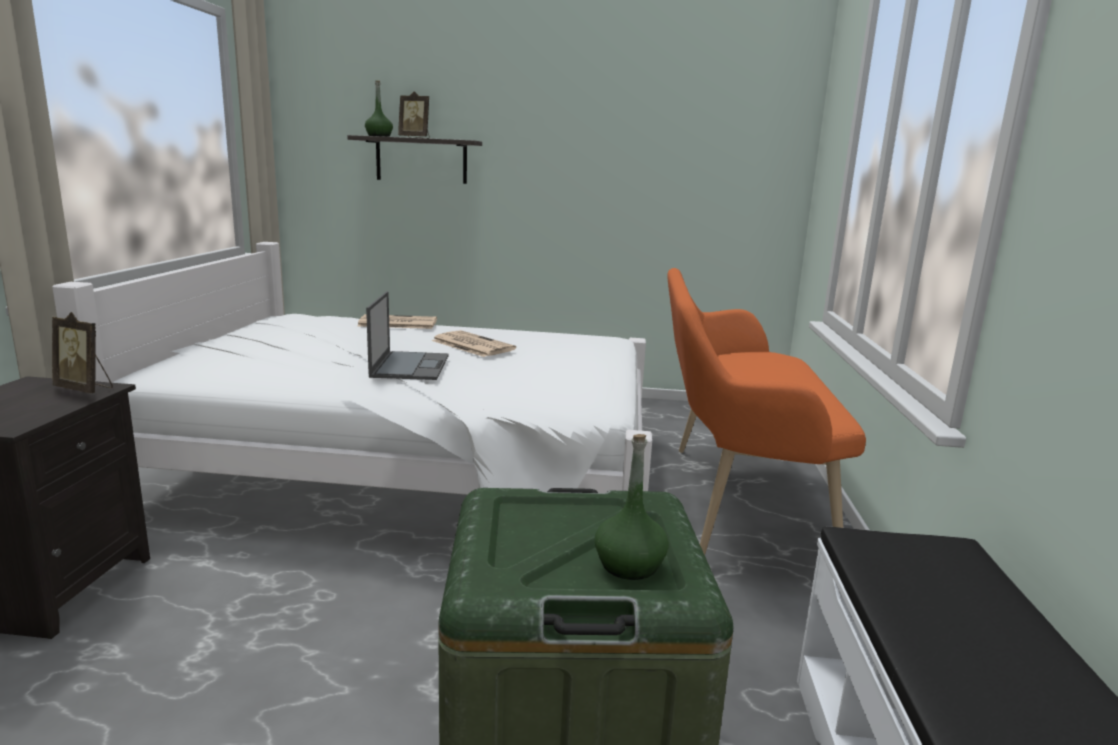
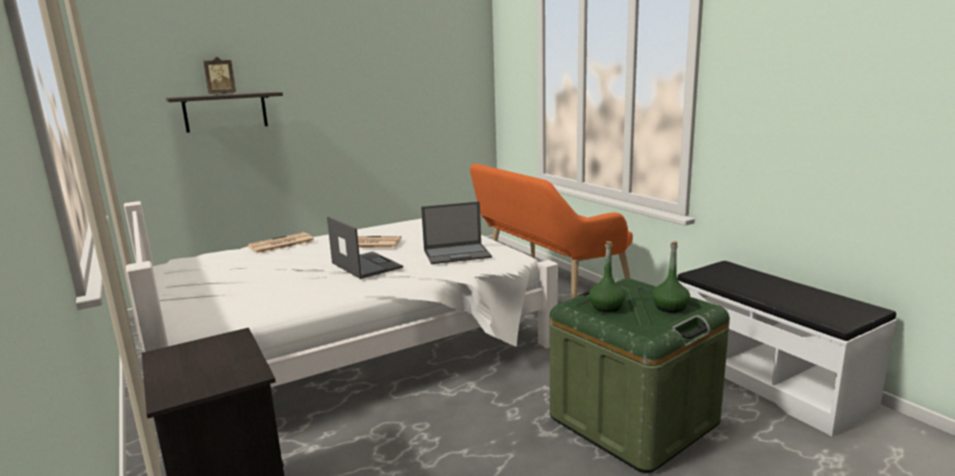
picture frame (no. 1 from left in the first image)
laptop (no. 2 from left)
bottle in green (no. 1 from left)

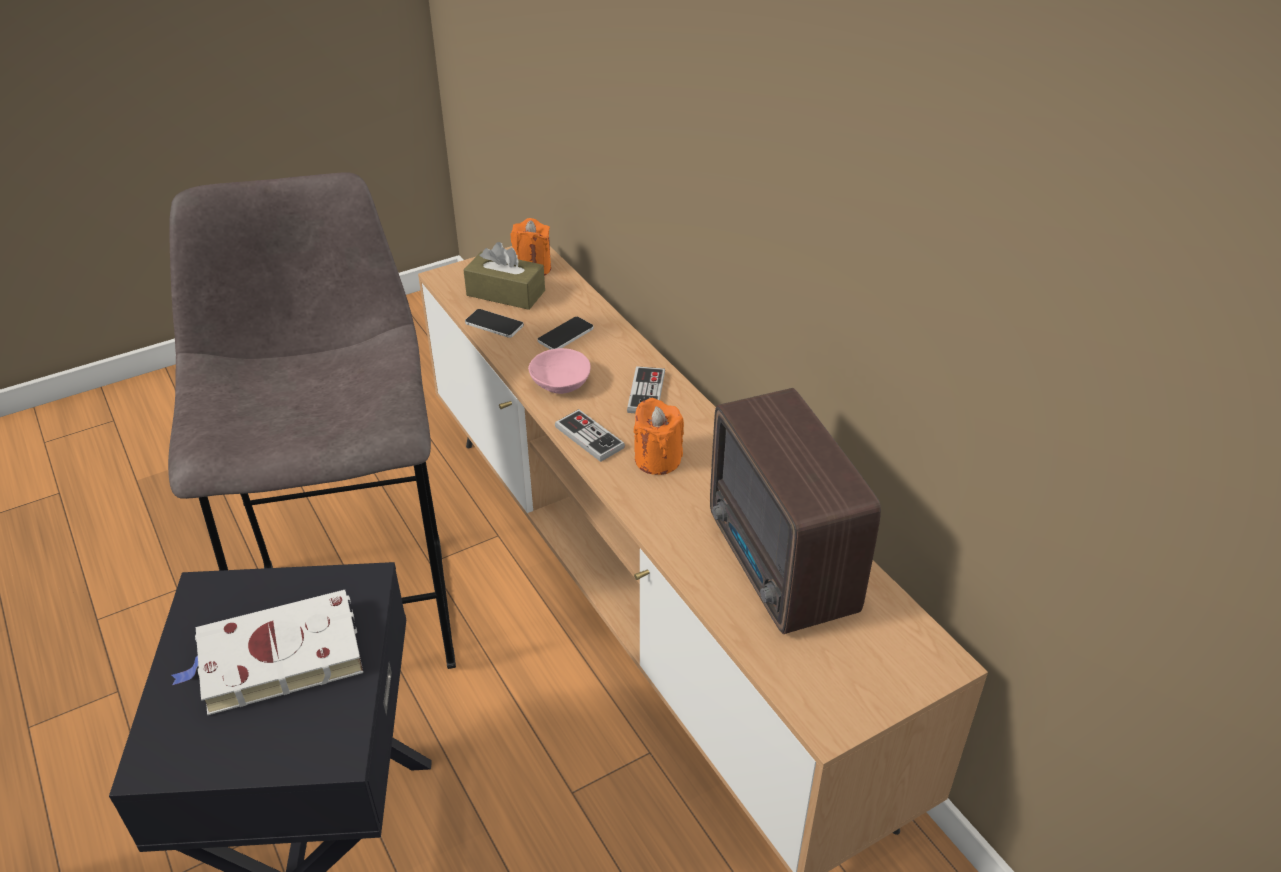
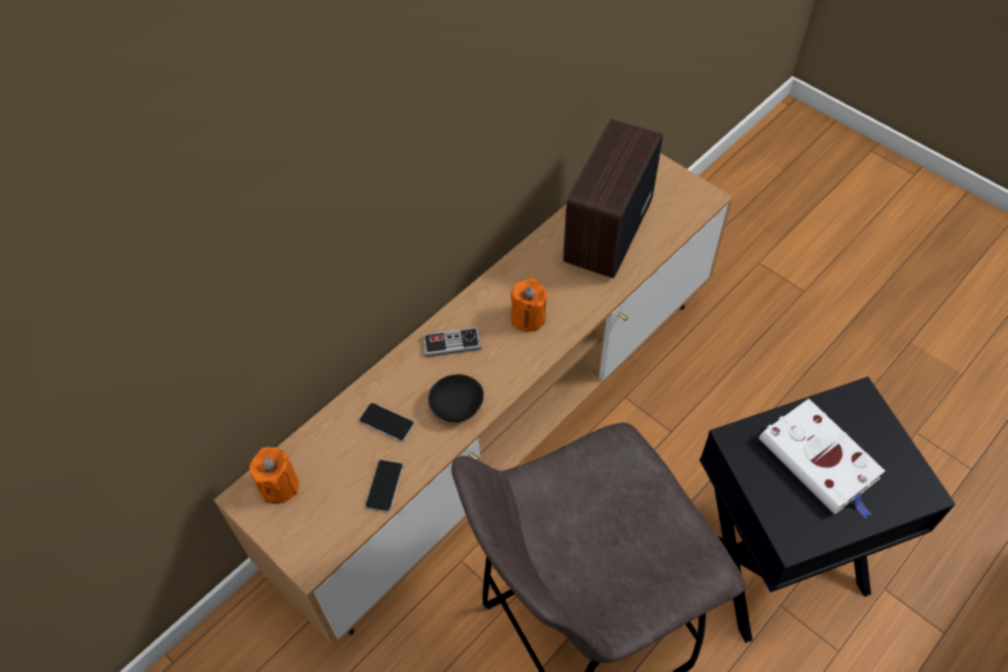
tissue box in brown
game controller (no. 1 from left in the first image)
bowl in black
radio

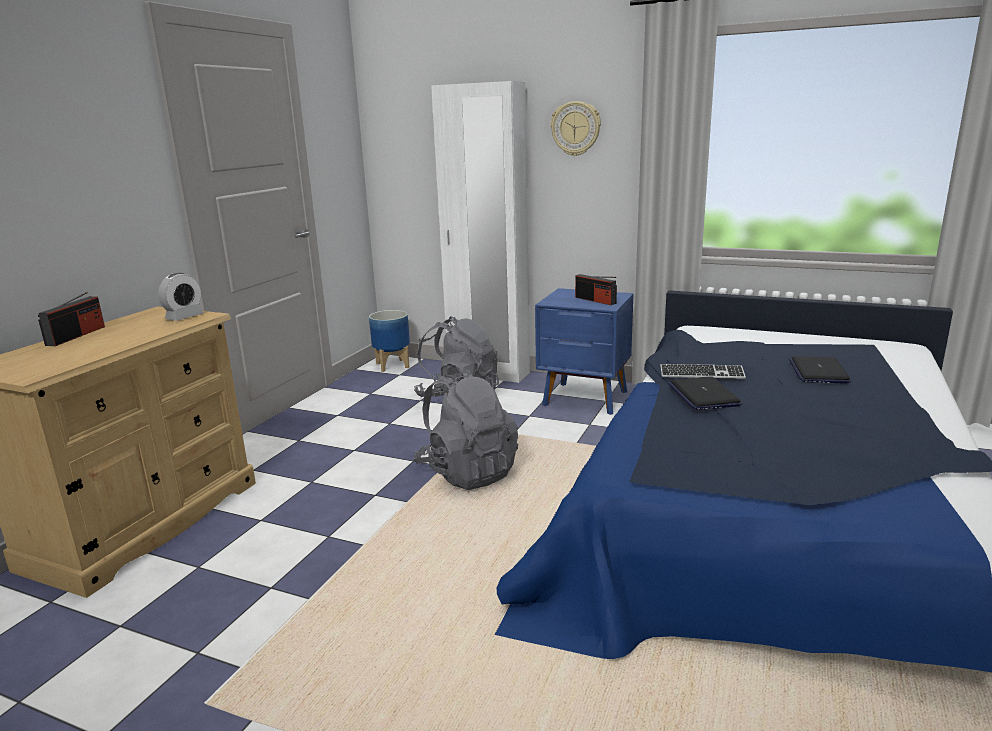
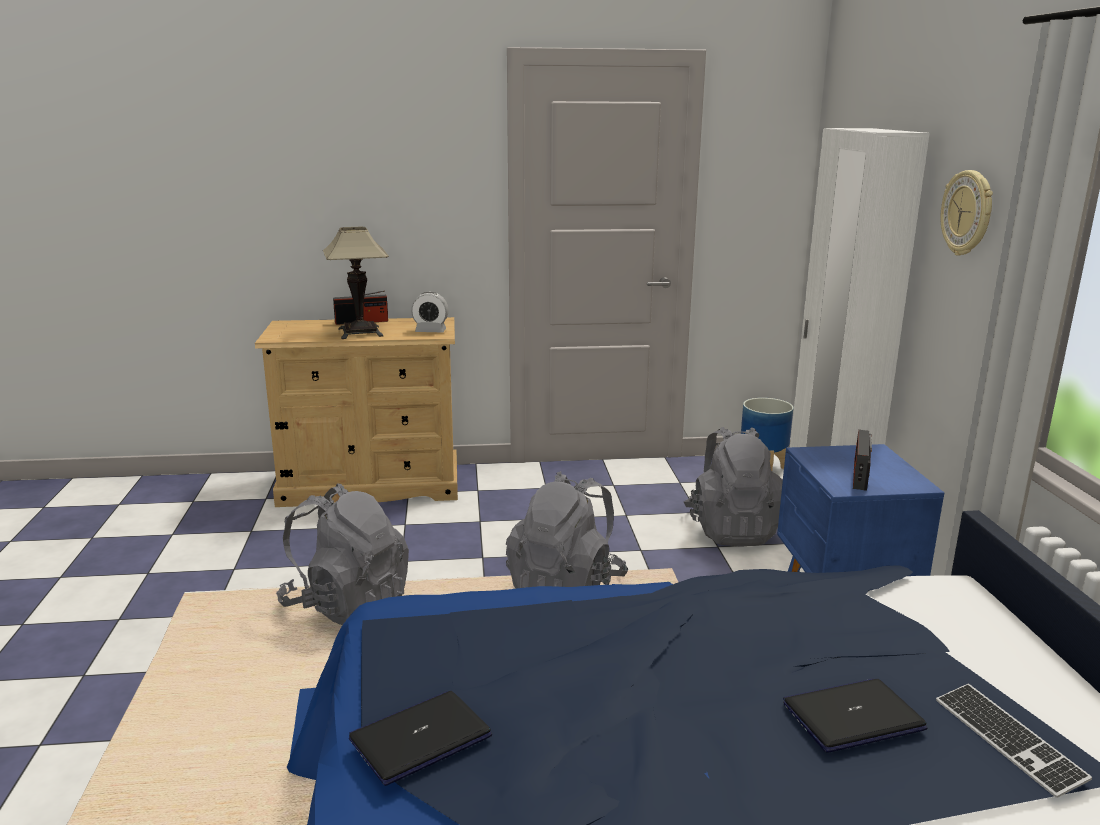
backpack in grey (no. 1 from left)
table lamp
keyboard
laptop (no. 1 from left)

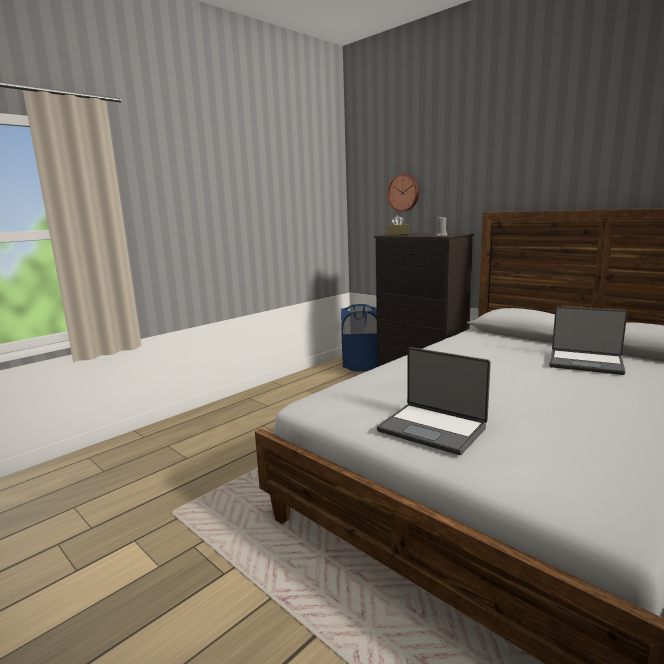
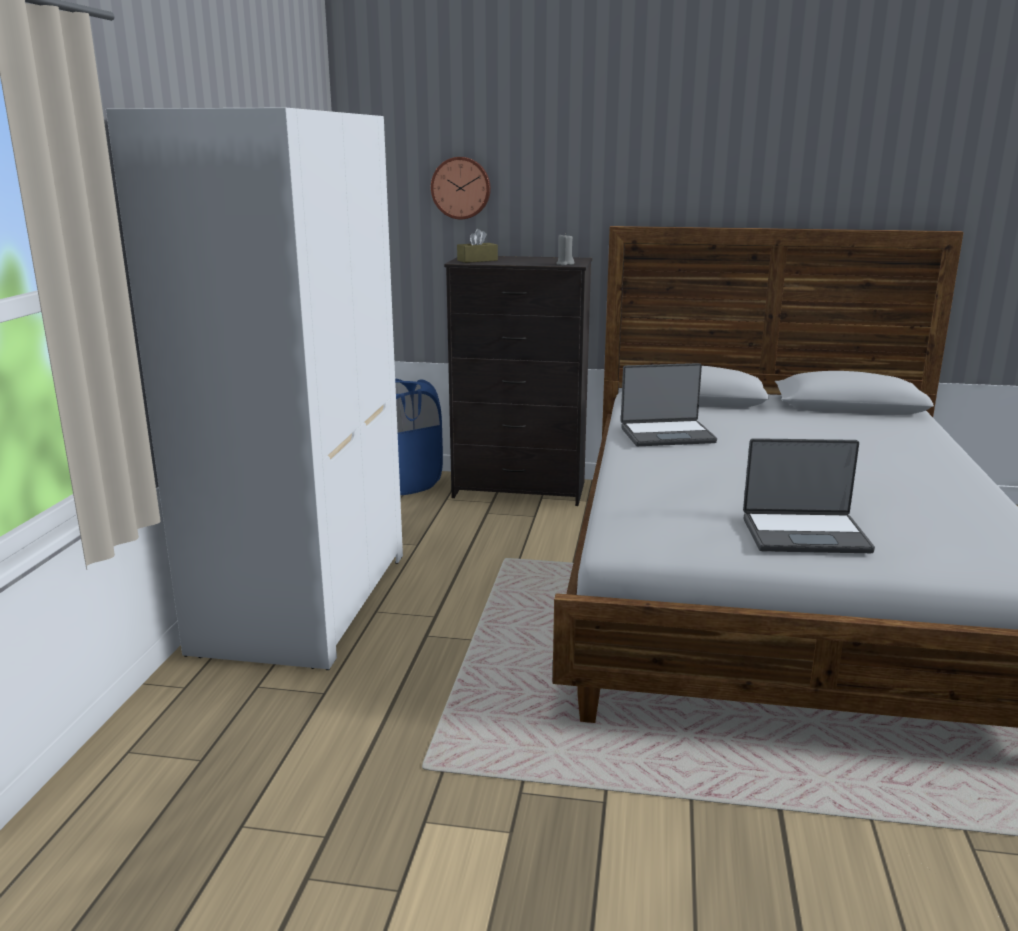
wardrobe in white
laptop (no. 1 from left)

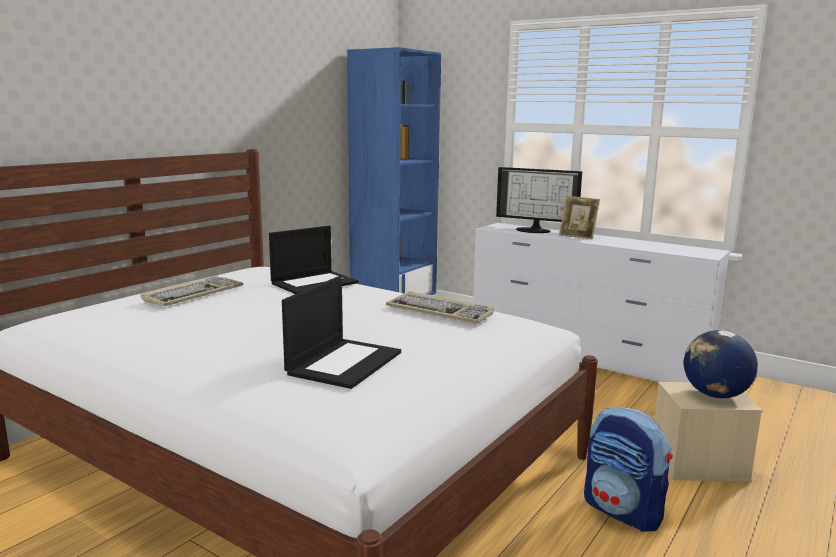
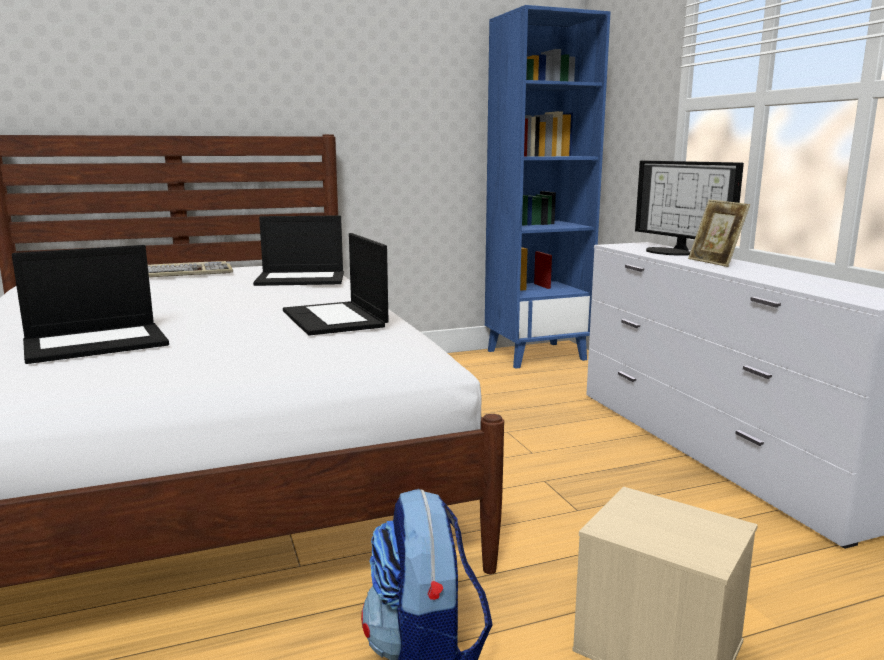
globe
laptop (no. 3 from left)

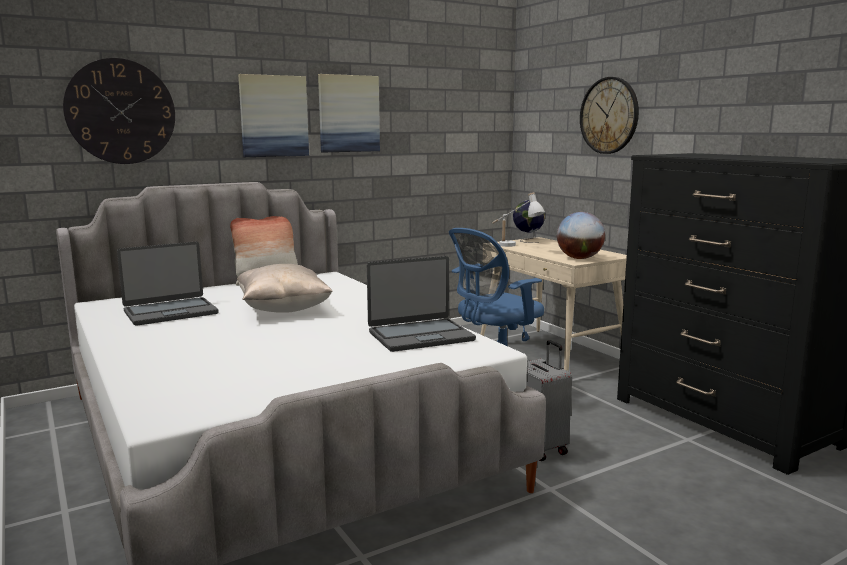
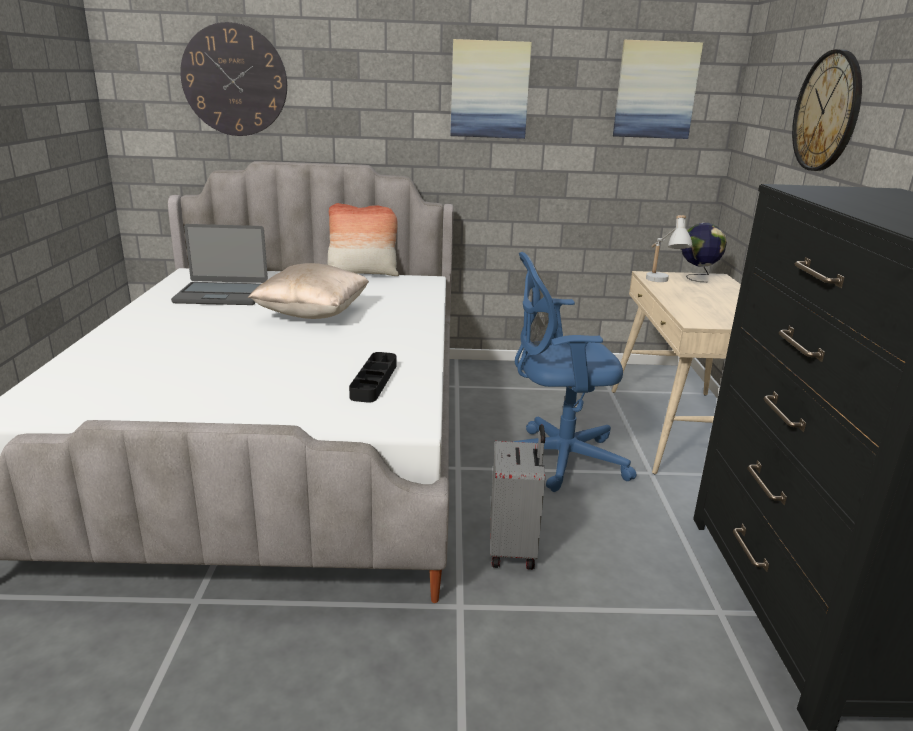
globe (no. 2 from left in the first image)
picture (no. 2 from left)
tray in black

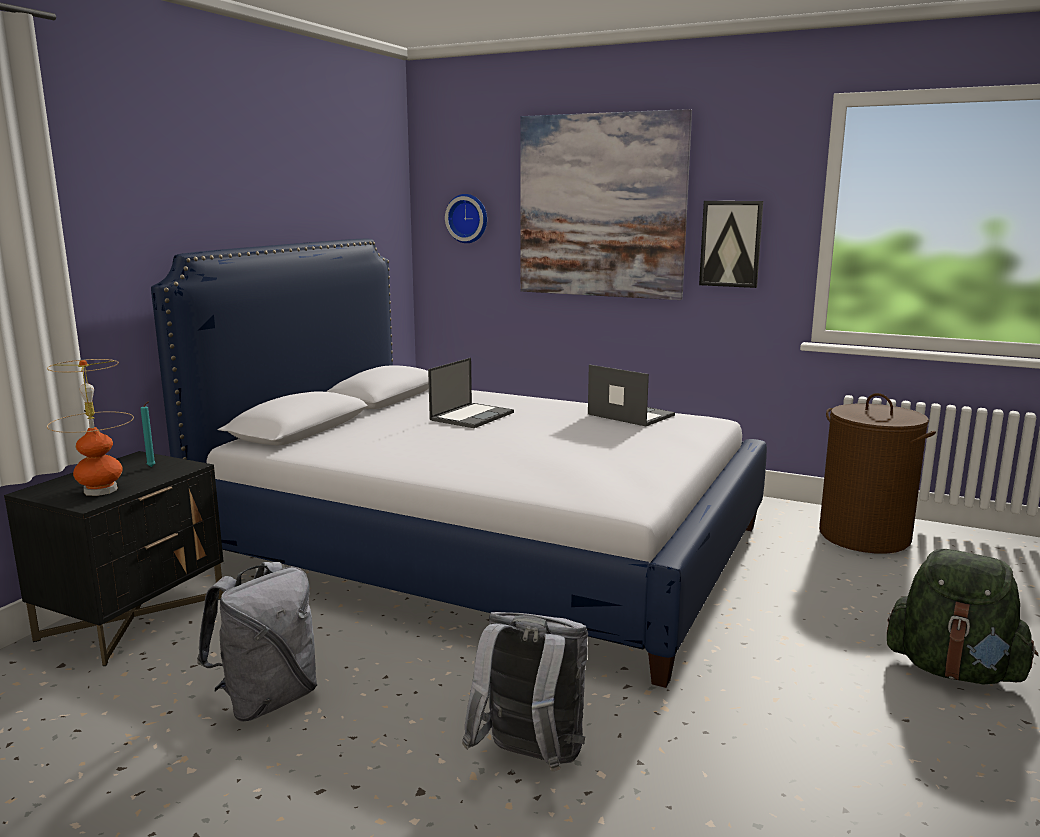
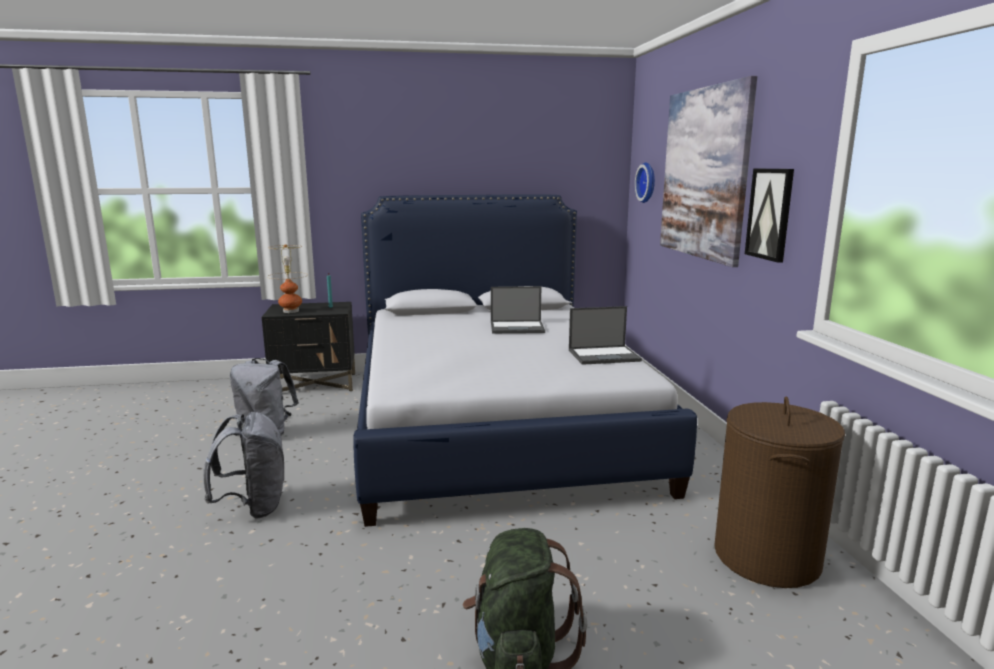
laptop (no. 2 from left)

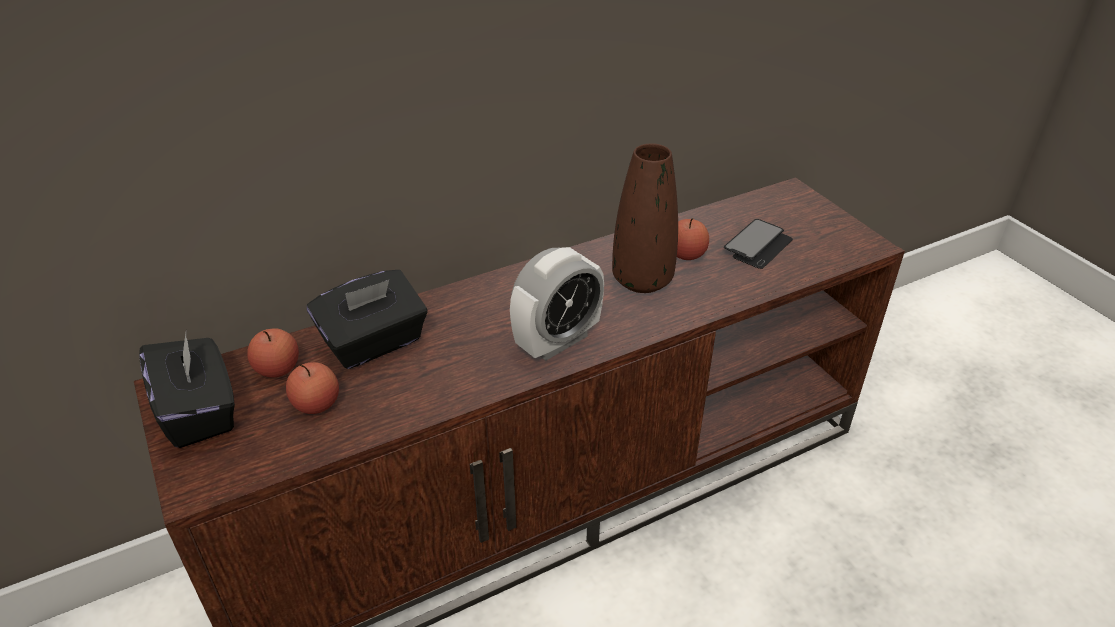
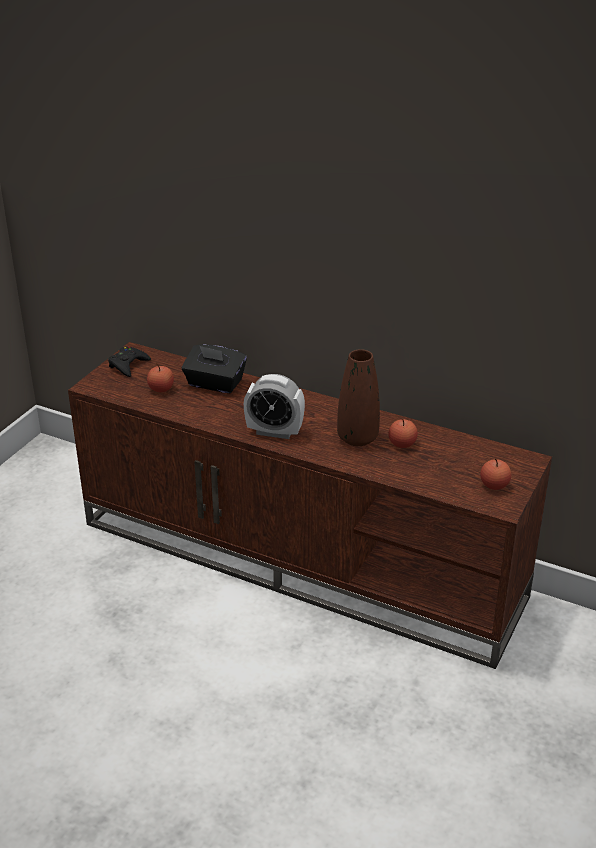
phone
apple (no. 3 from left)
game controller in black

